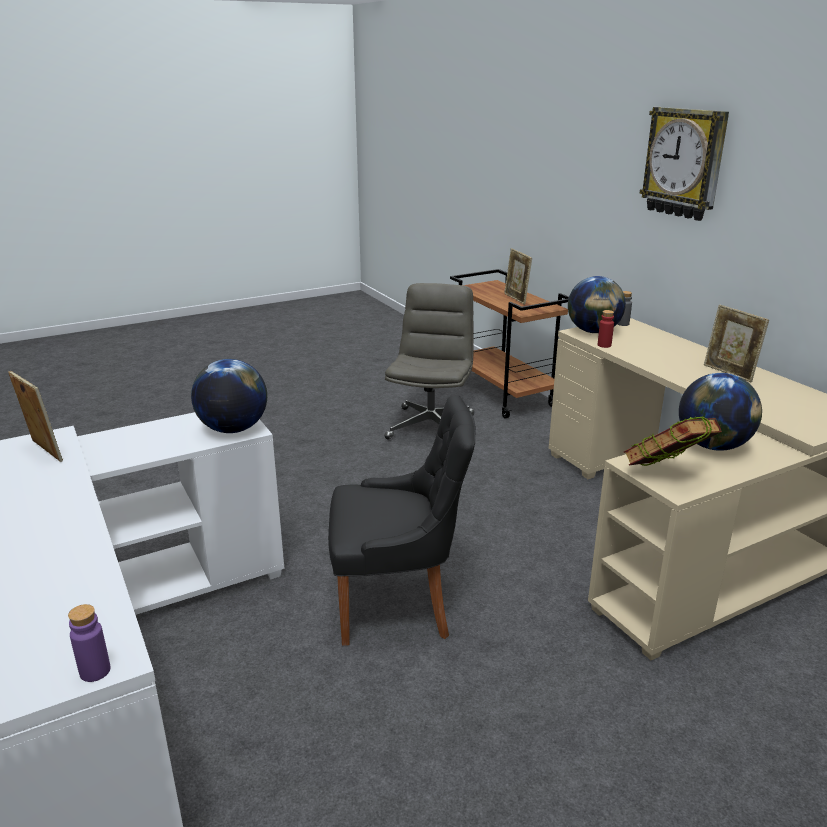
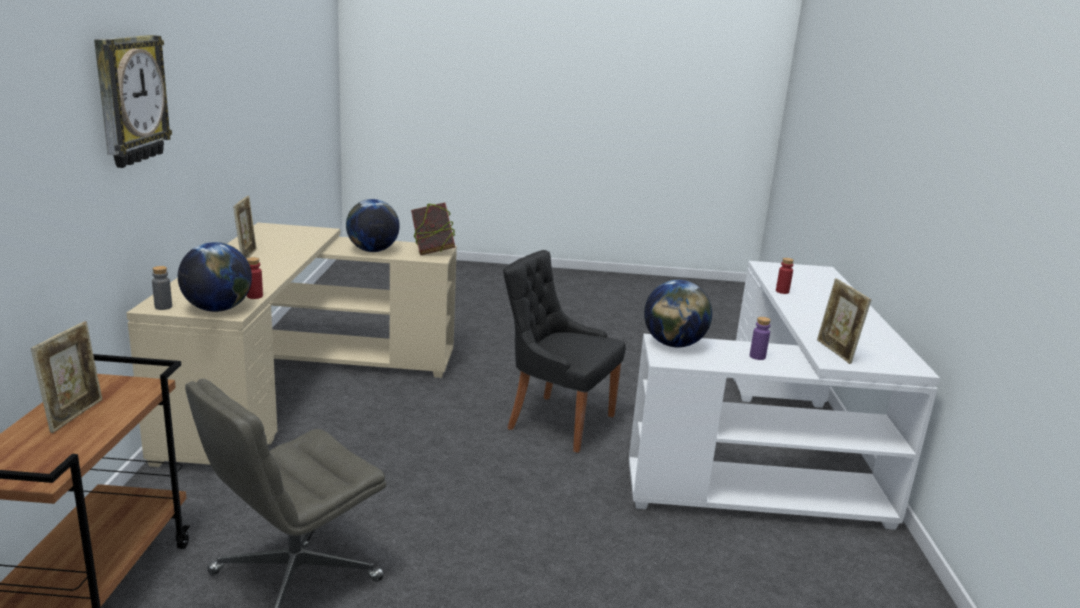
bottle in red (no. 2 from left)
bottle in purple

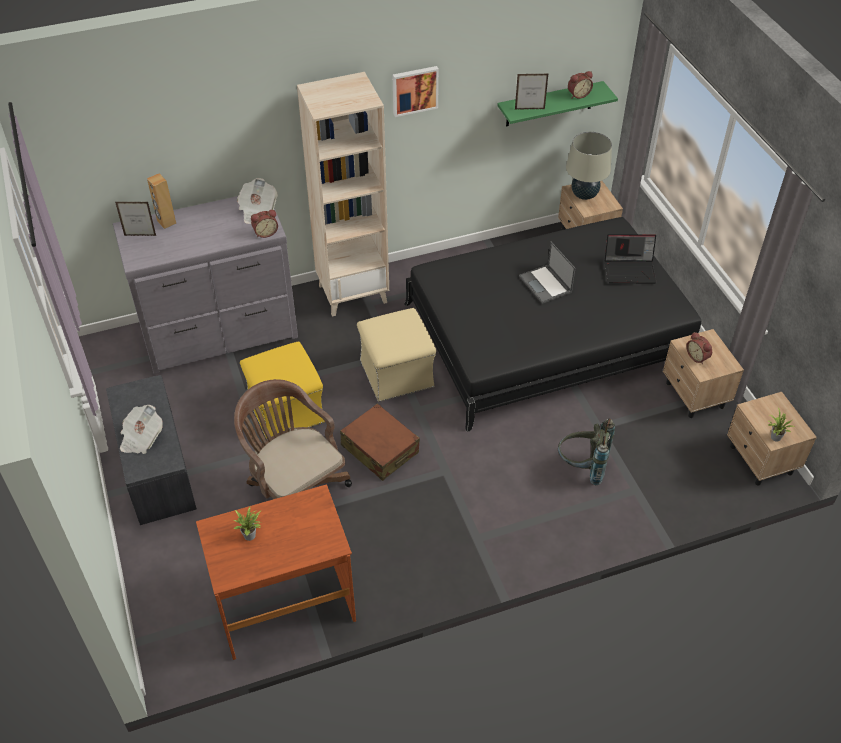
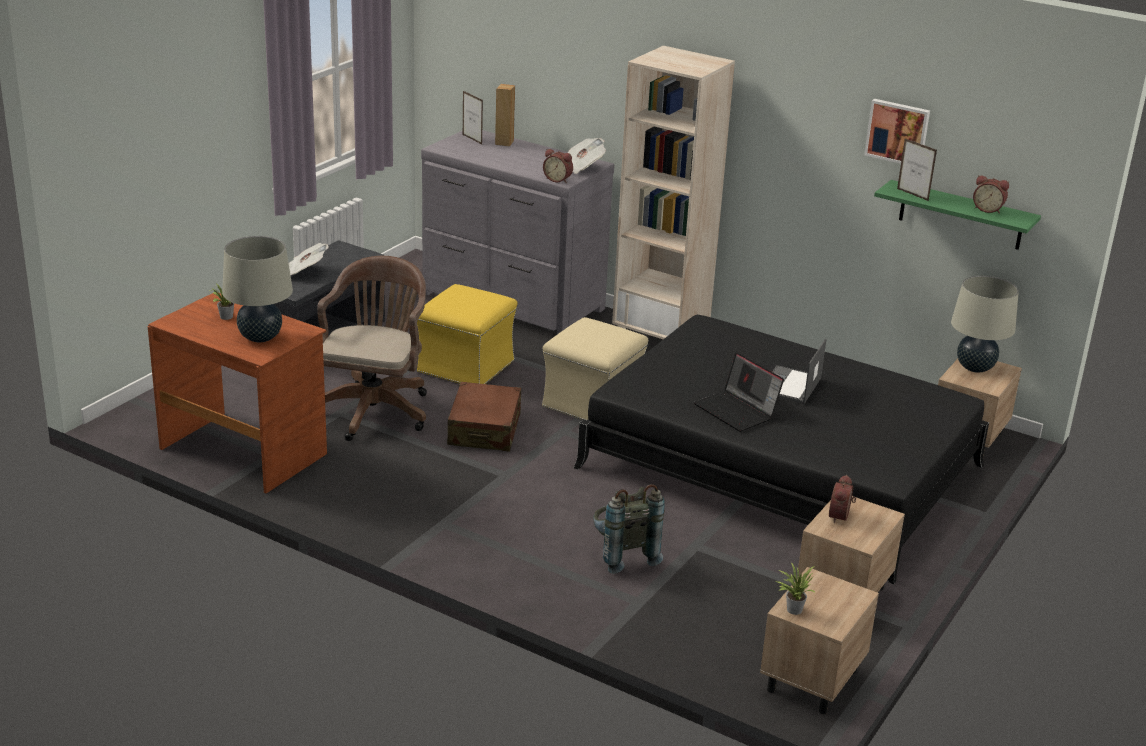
table lamp in beige (no. 1 from left)
picture
laptop (no. 1 from left)

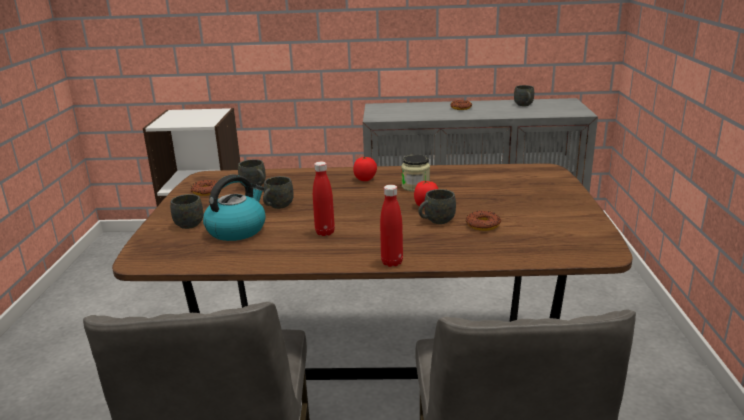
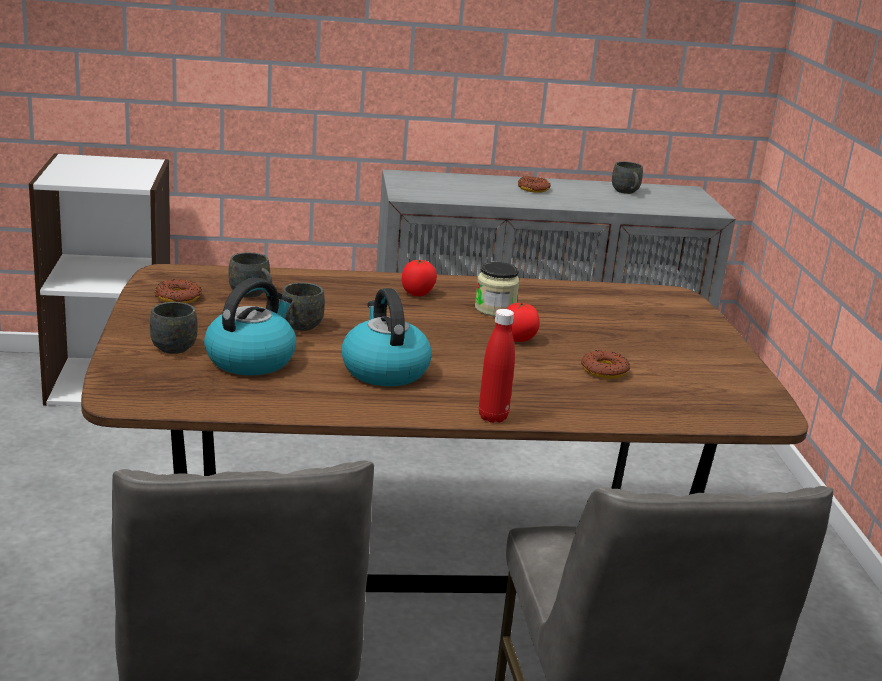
mug in grey (no. 4 from left in the first image)
kettle (no. 2 from left)

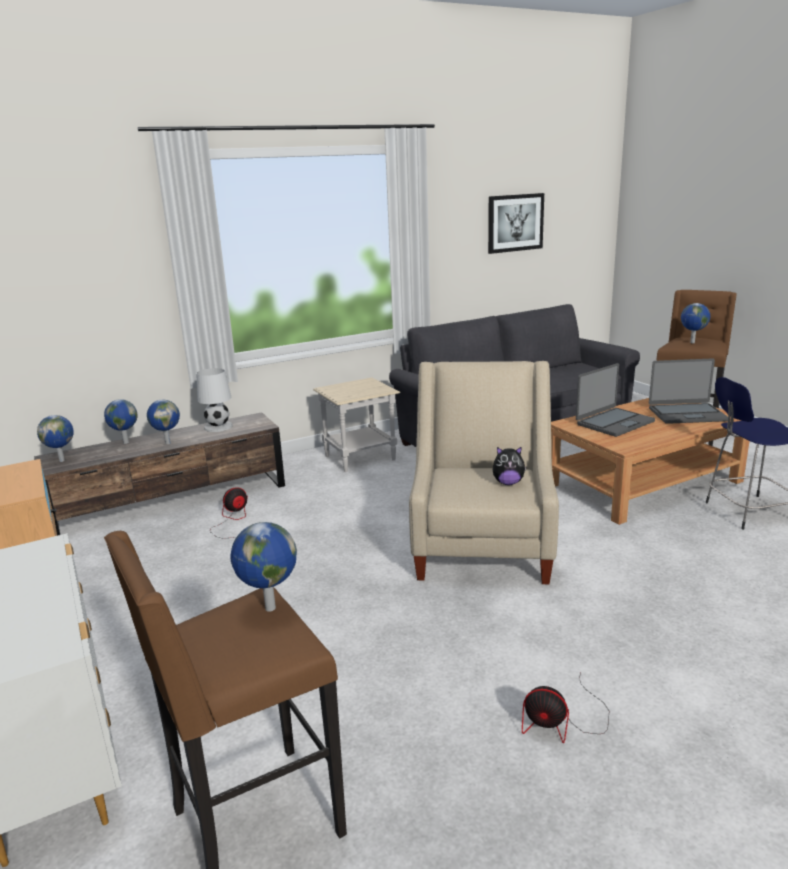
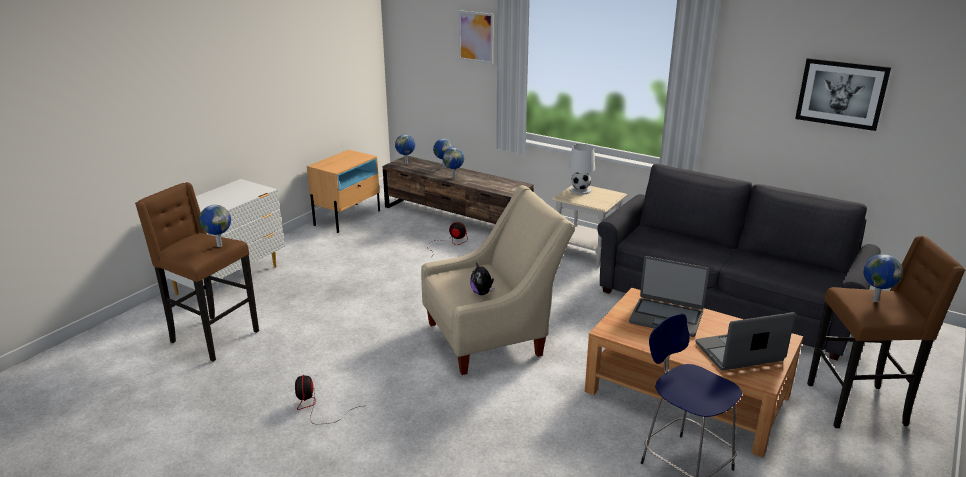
picture (no. 1 from left)
table lamp in white
laptop (no. 2 from left)

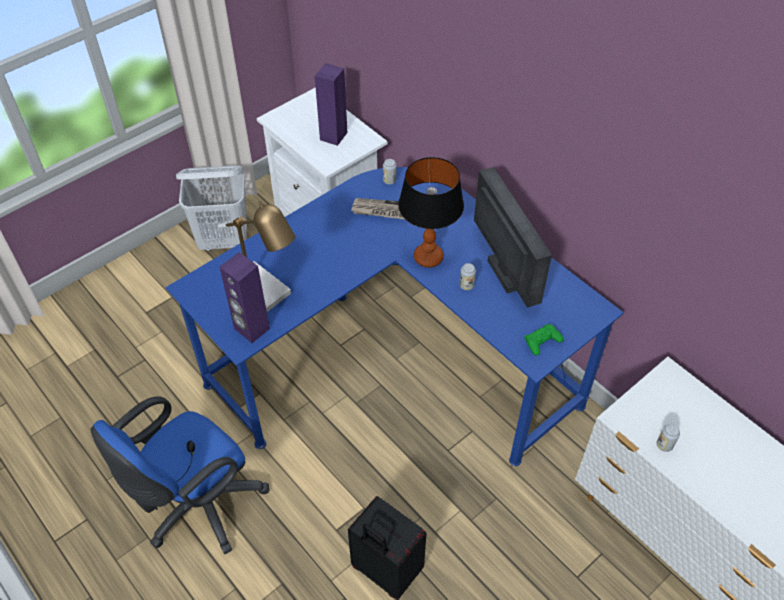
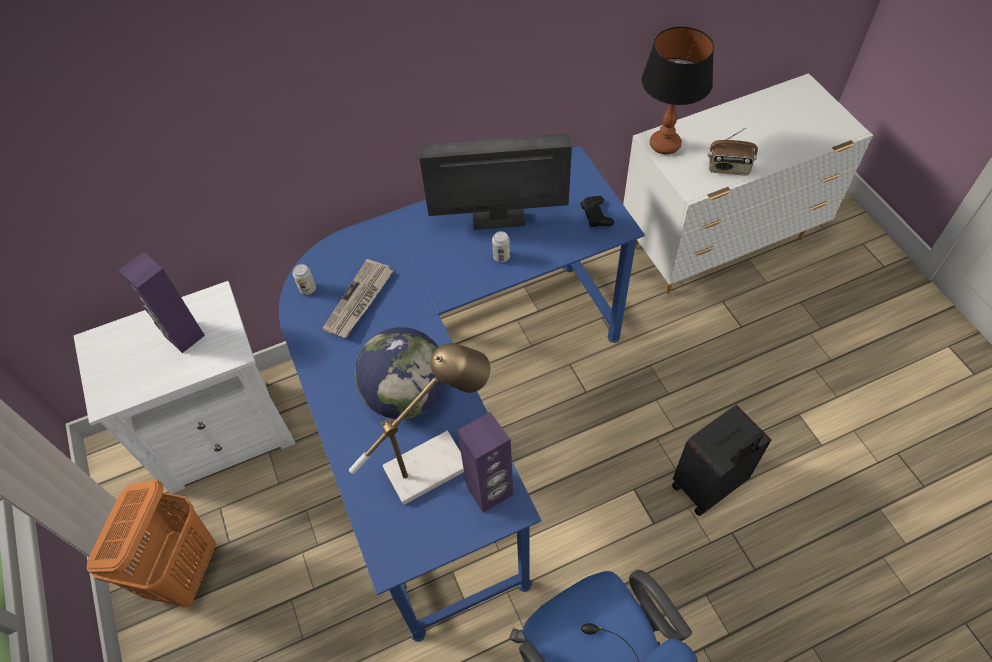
globe
table lamp (no. 2 from left)
radio
laundry basket in orange
game controller in black

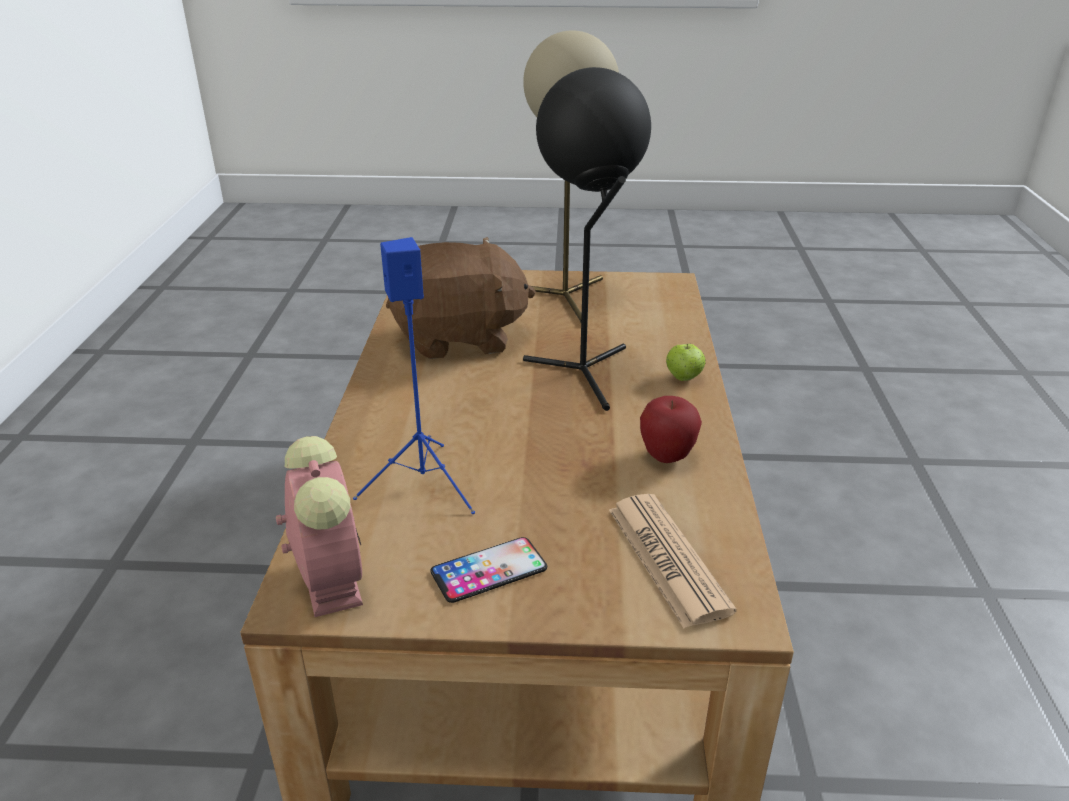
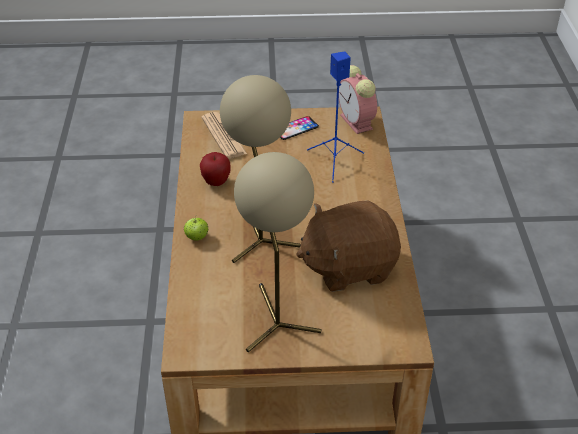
table lamp in beige (no. 1 from left)

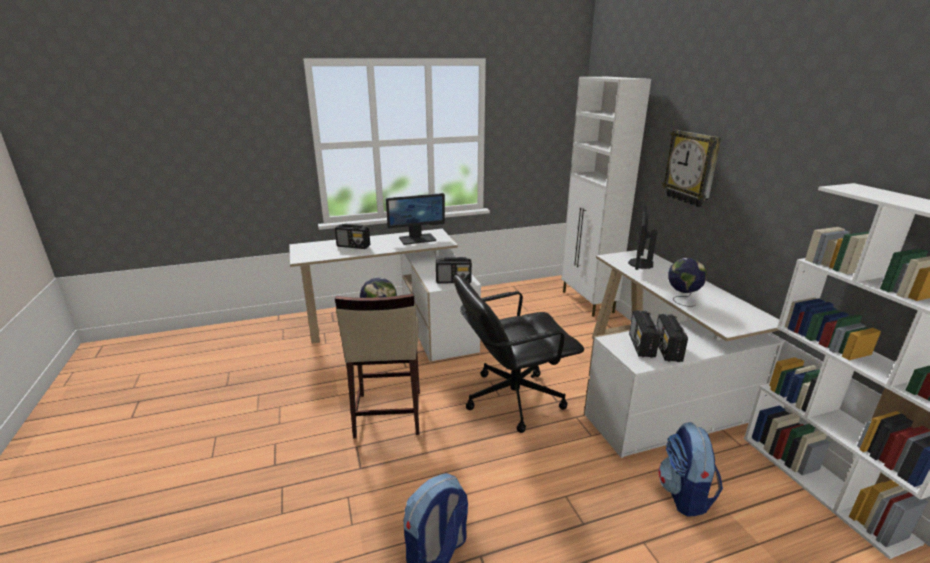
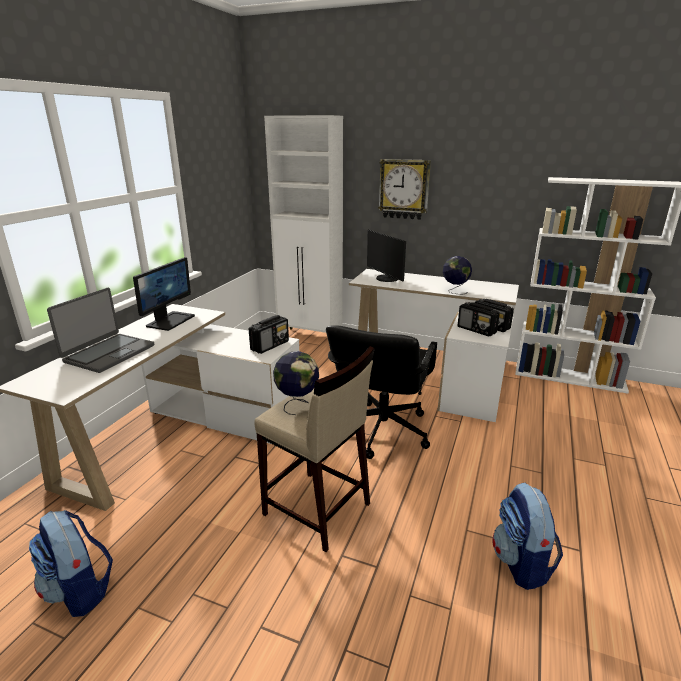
backpack (no. 1 from left)
laptop

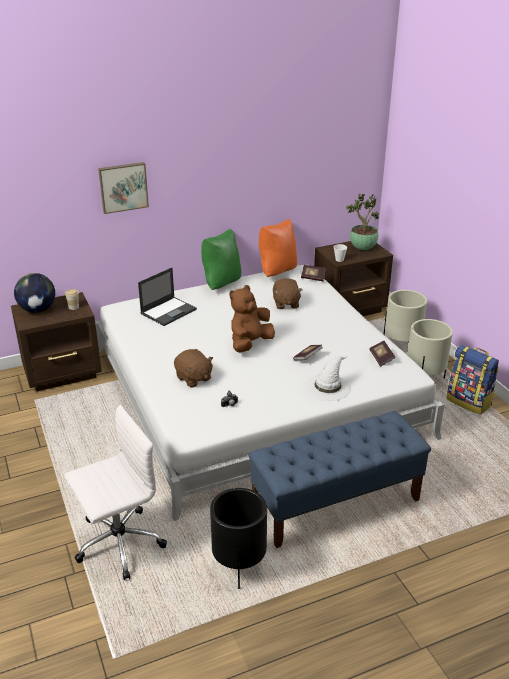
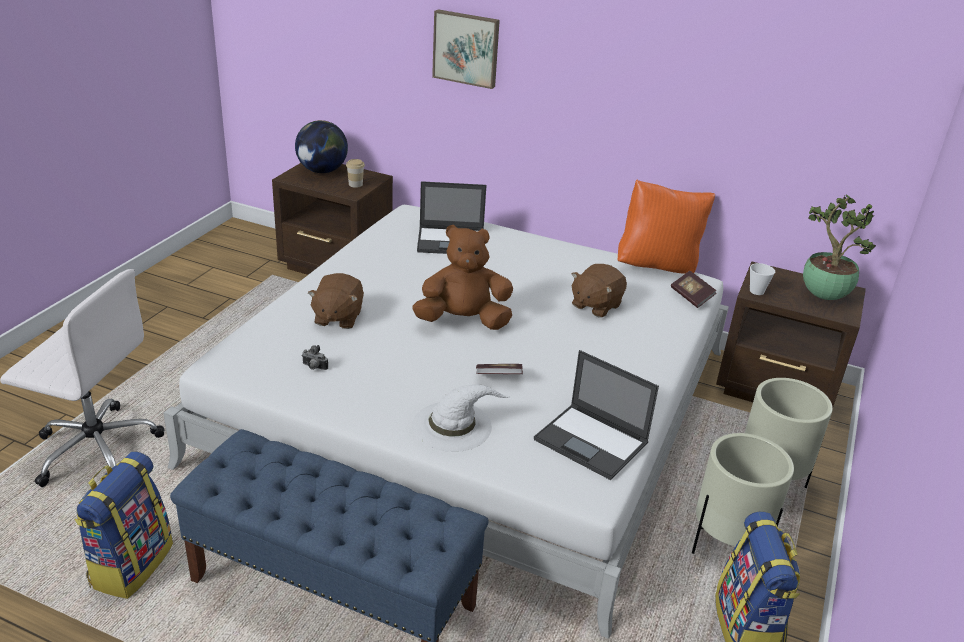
pillow in green
backpack (no. 1 from left)
laptop (no. 2 from left)

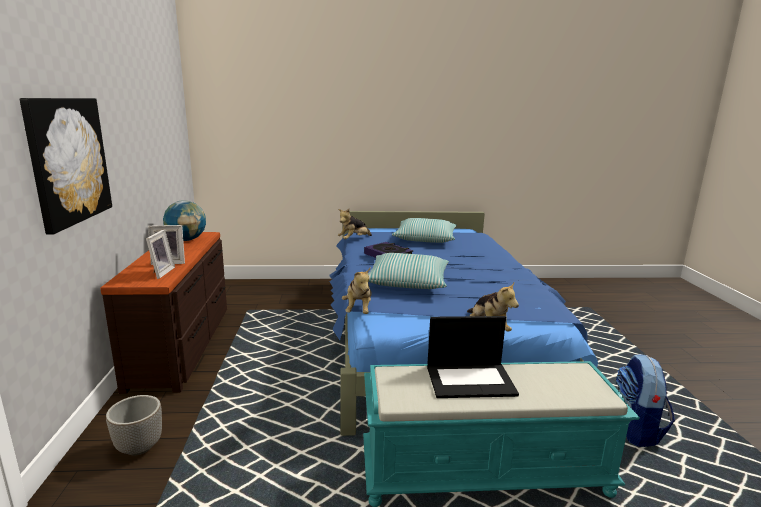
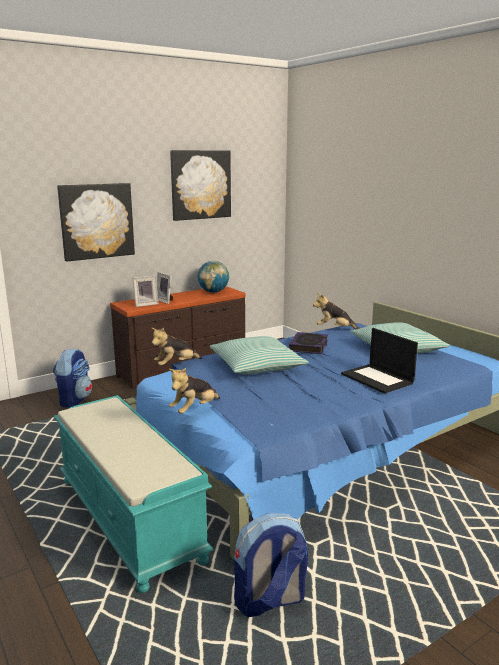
picture (no. 2 from left)
laptop
backpack (no. 1 from left)

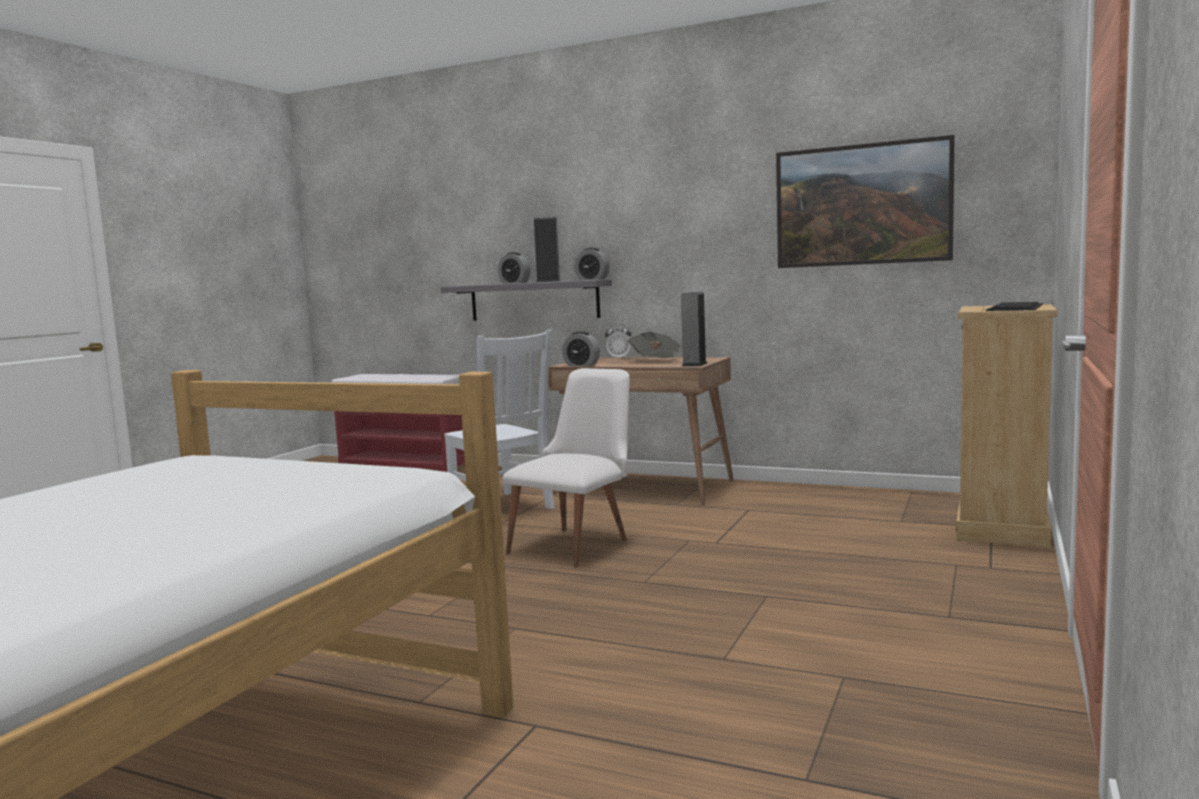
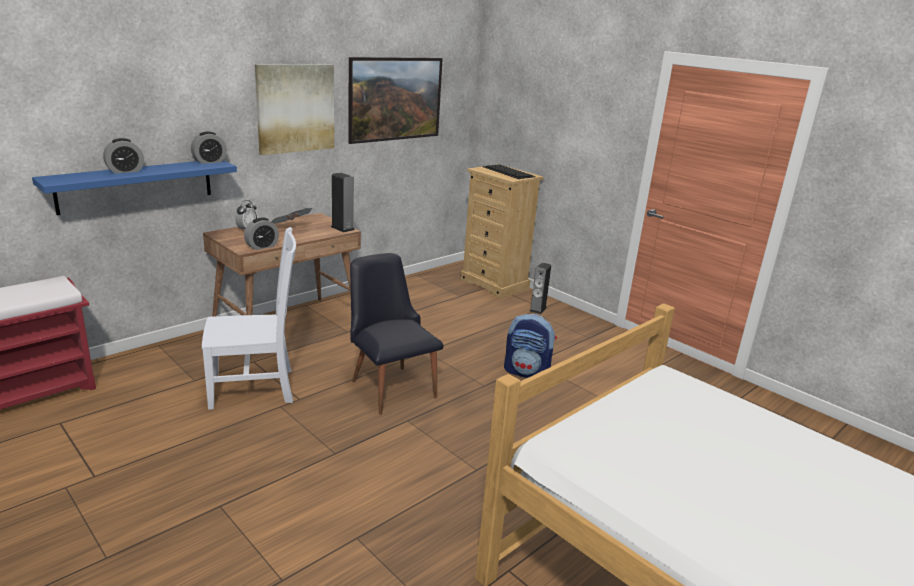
picture (no. 1 from left)
backpack
speaker (no. 2 from left)
shelf in blue
chair in black

